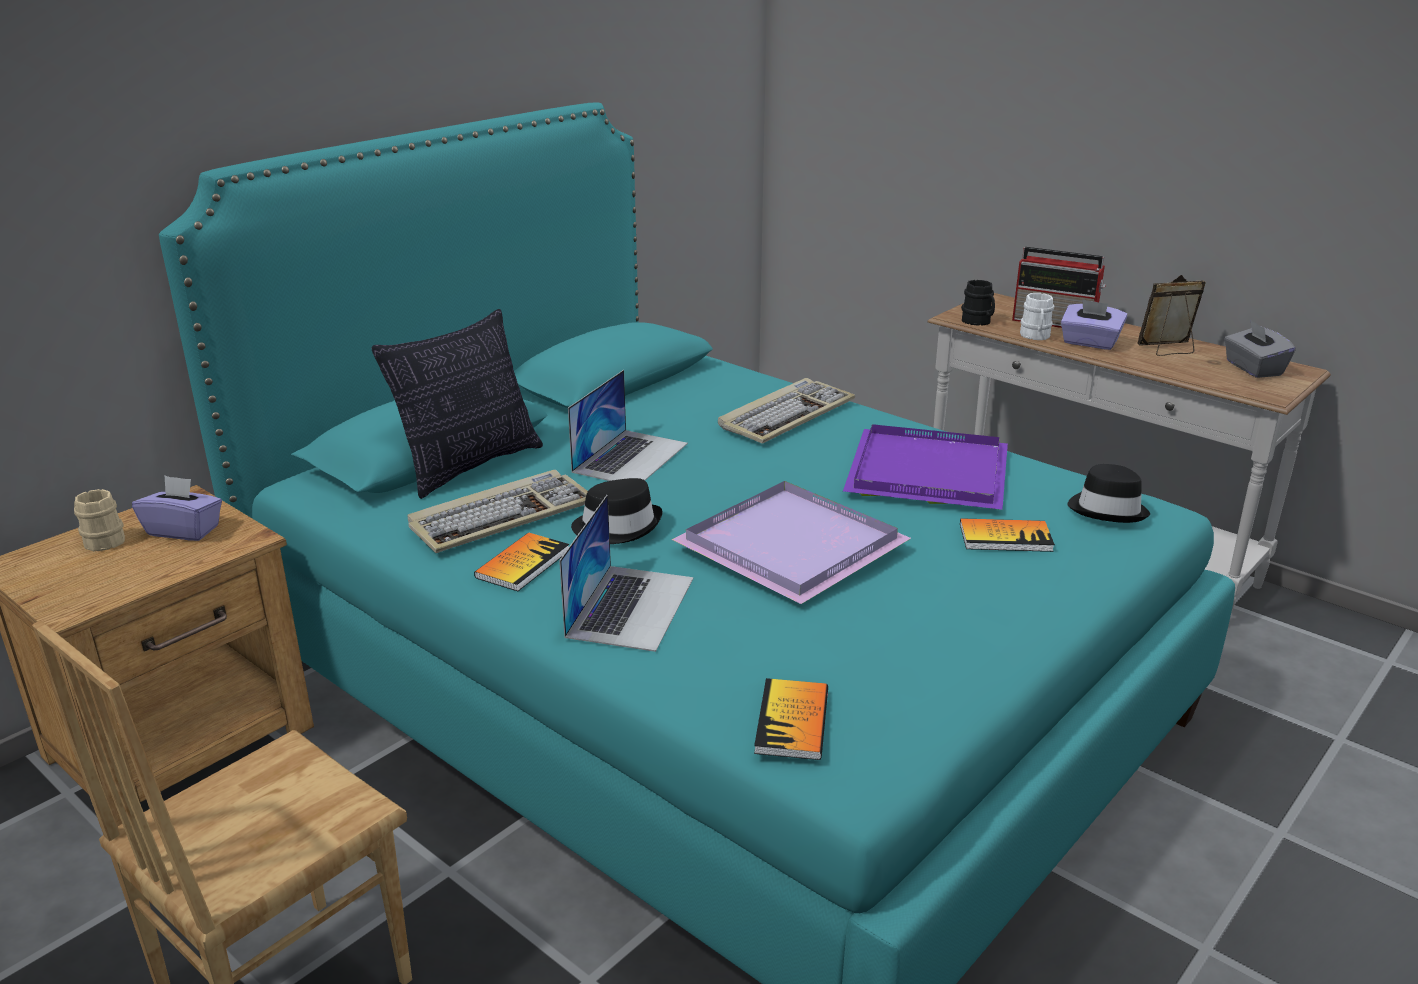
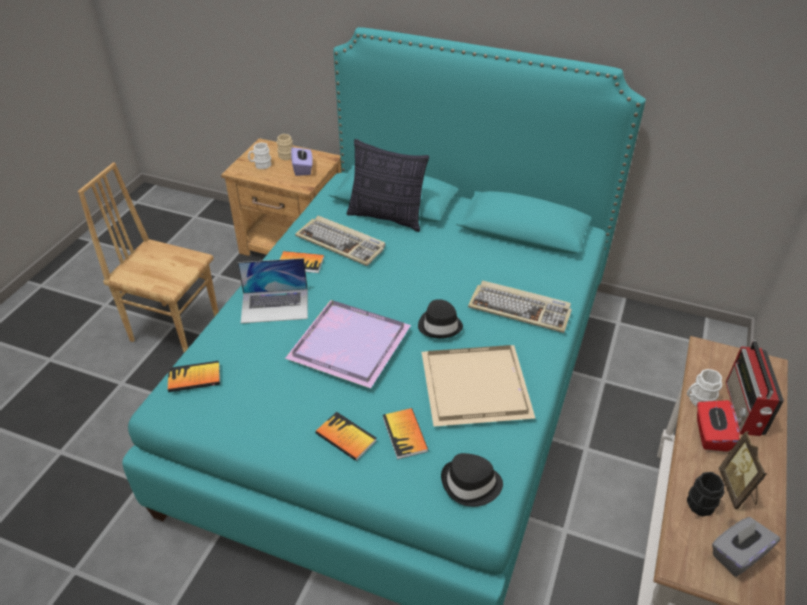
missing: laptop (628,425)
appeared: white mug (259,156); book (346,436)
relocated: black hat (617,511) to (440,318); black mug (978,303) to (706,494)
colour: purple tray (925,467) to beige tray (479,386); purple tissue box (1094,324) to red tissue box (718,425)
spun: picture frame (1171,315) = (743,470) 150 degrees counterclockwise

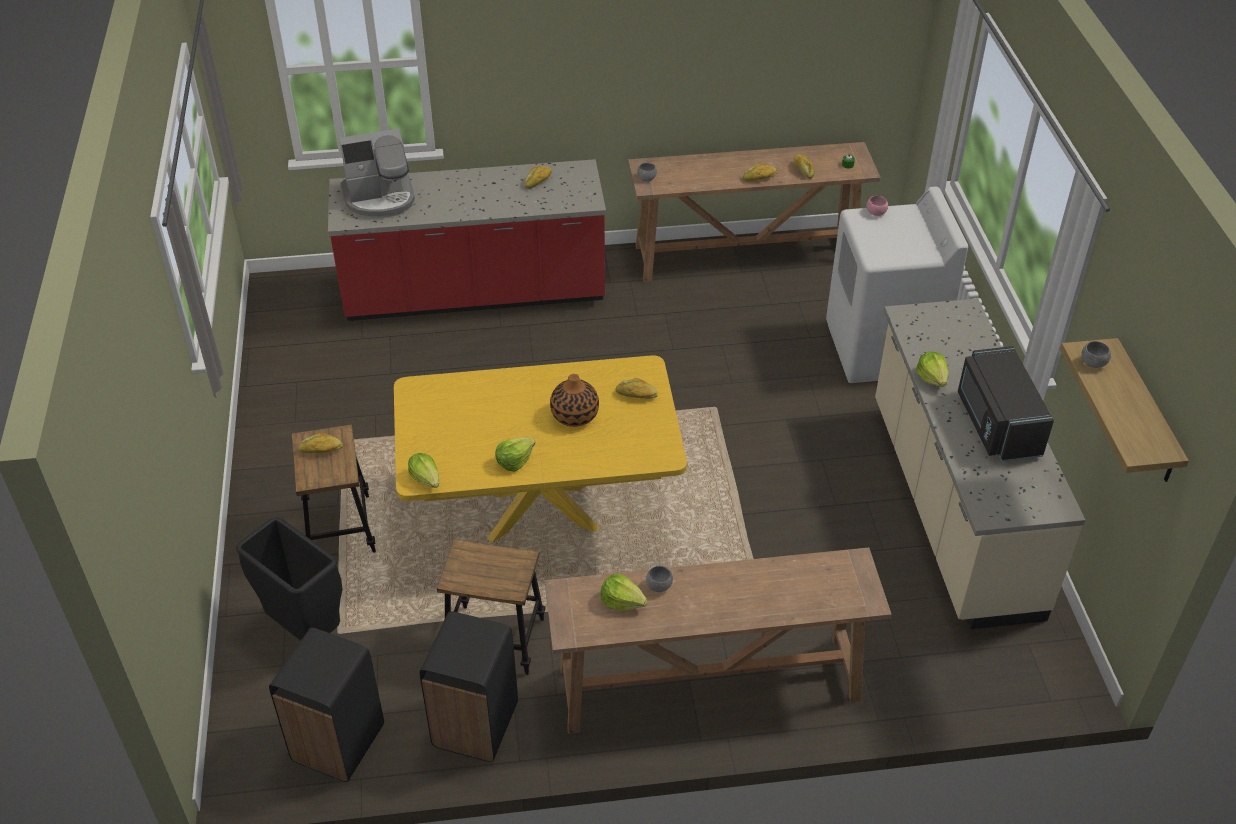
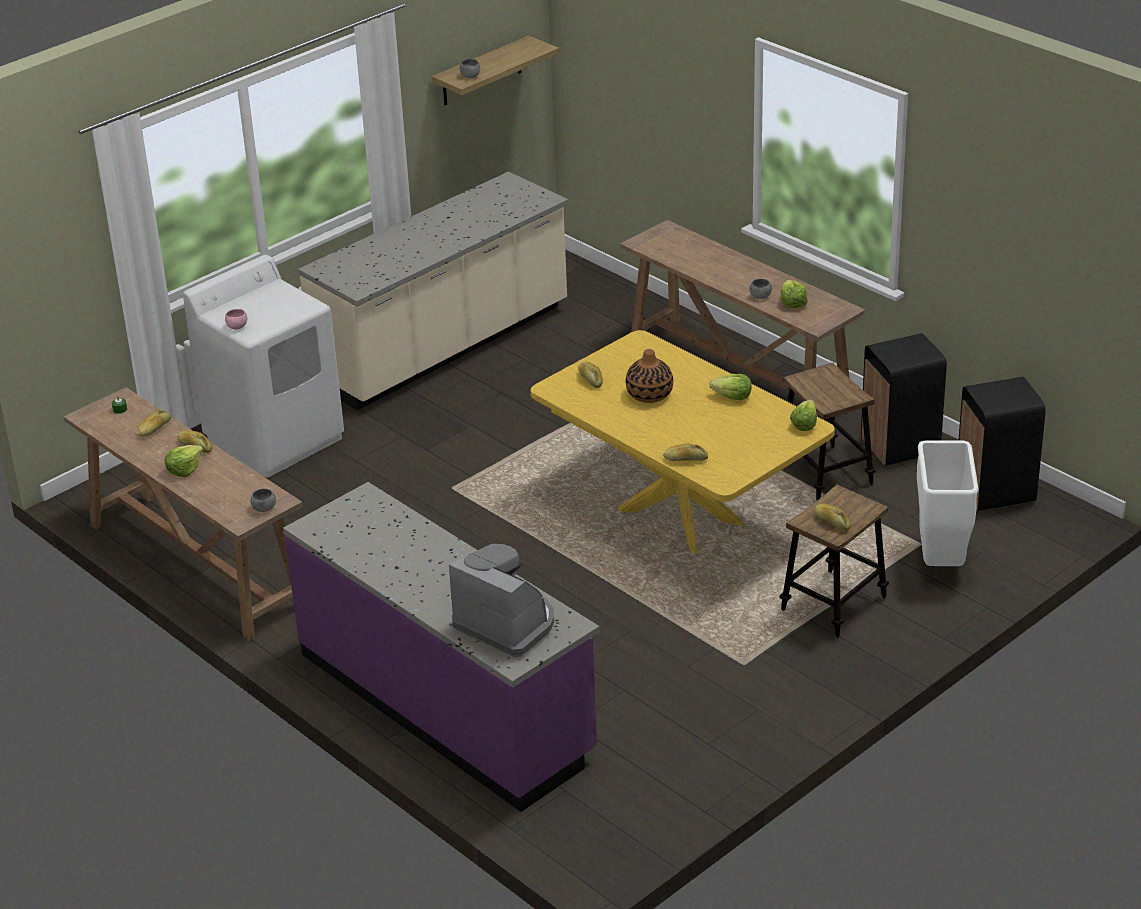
missing: black microwave (1006,404)
relocated: bread (538,177) to (685,452); lettuce (932,369) to (184,461)
colour: black trash can (289,579) to white trash can (948,503); red counter (467,240) to purple counter (441,647)

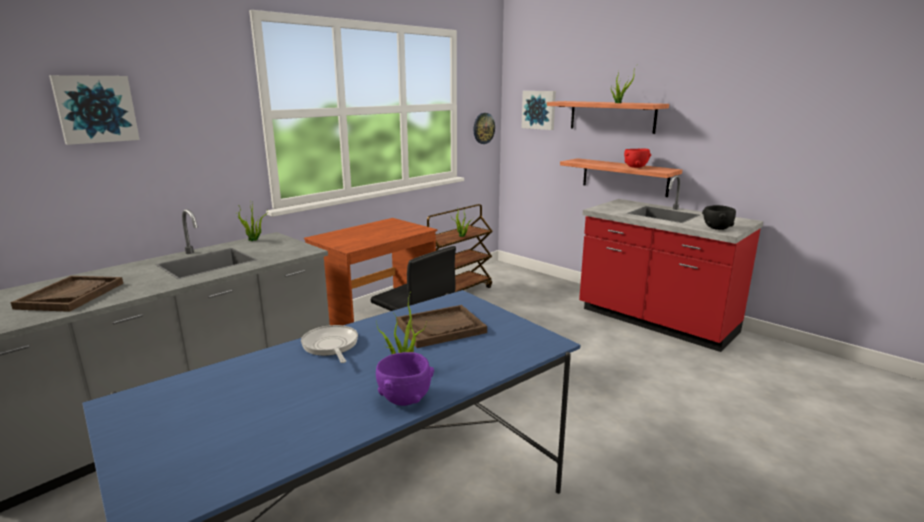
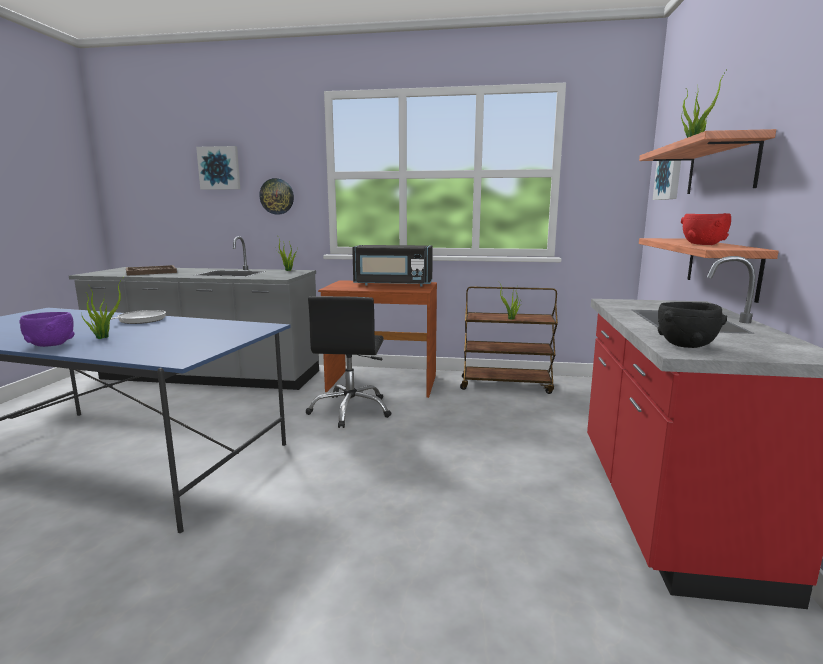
missing: brown tray (441,326)
appeared: black microwave (392,265)
relocated: wall clock (484,128) to (276,196)

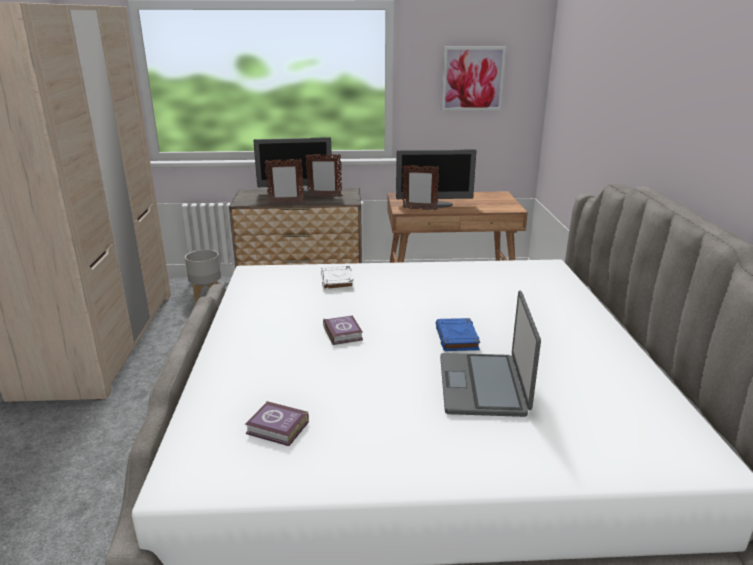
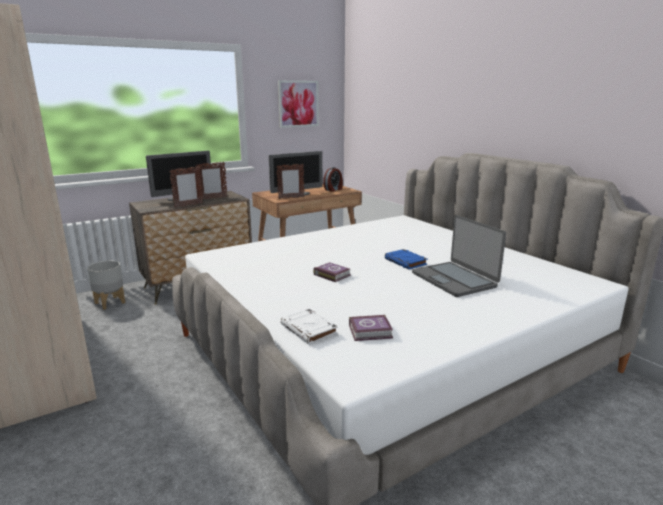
appeared: alarm clock (333,179)
relocated: white book (337,278) to (309,327)

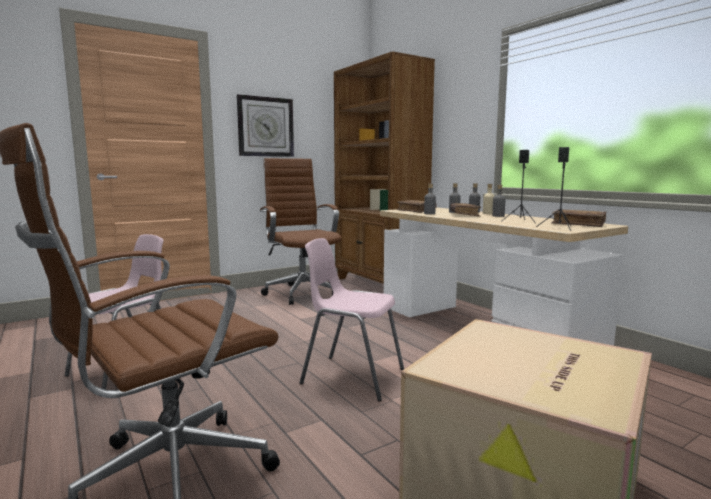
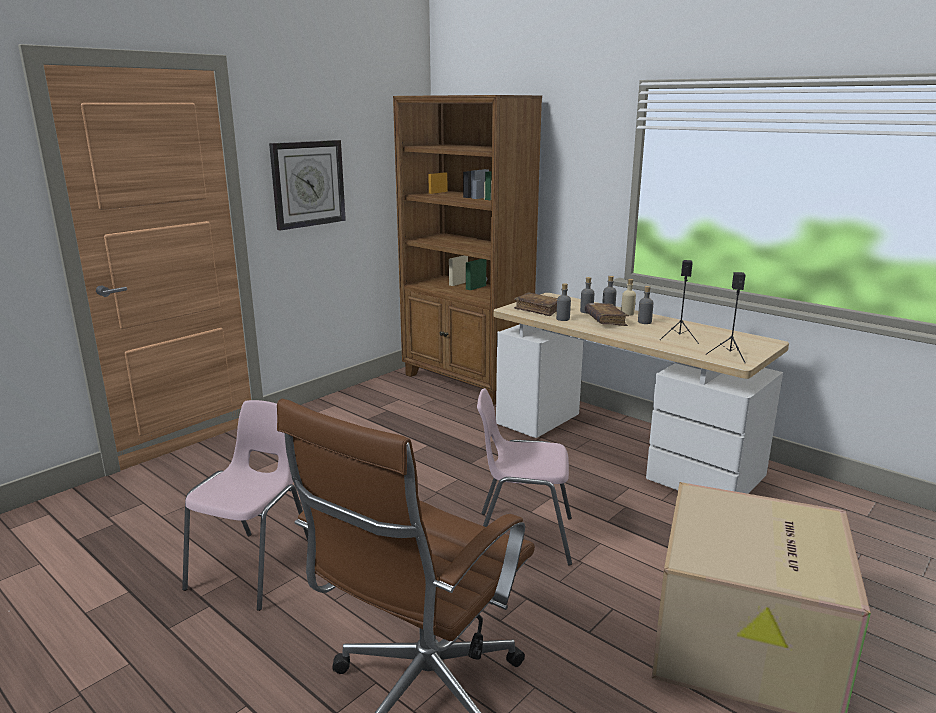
missing: brown office chair (300,231); brown book (578,218)

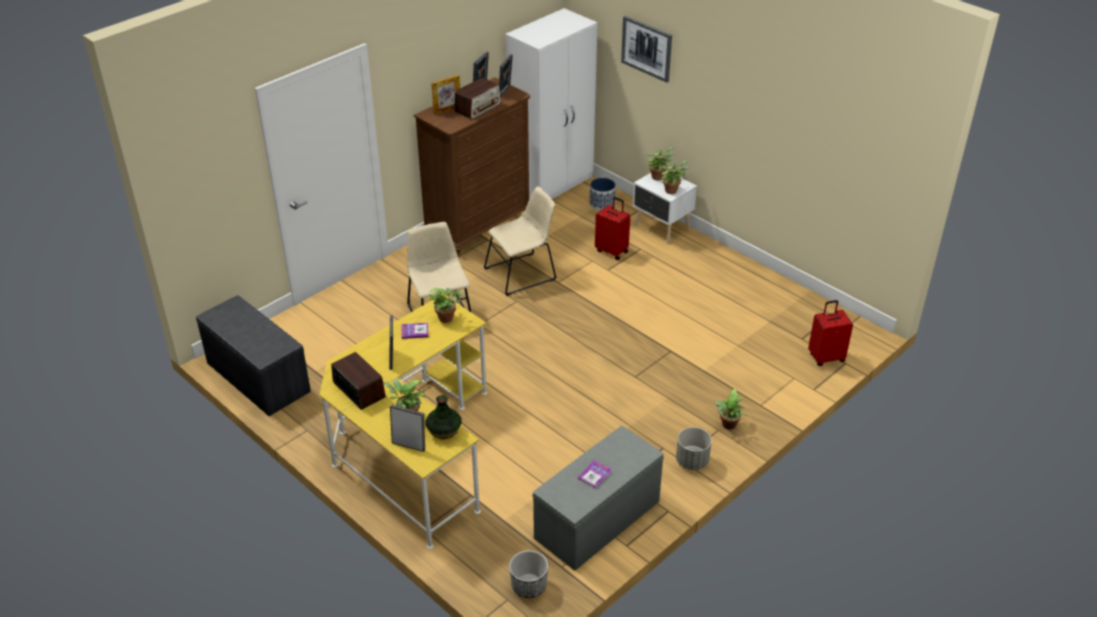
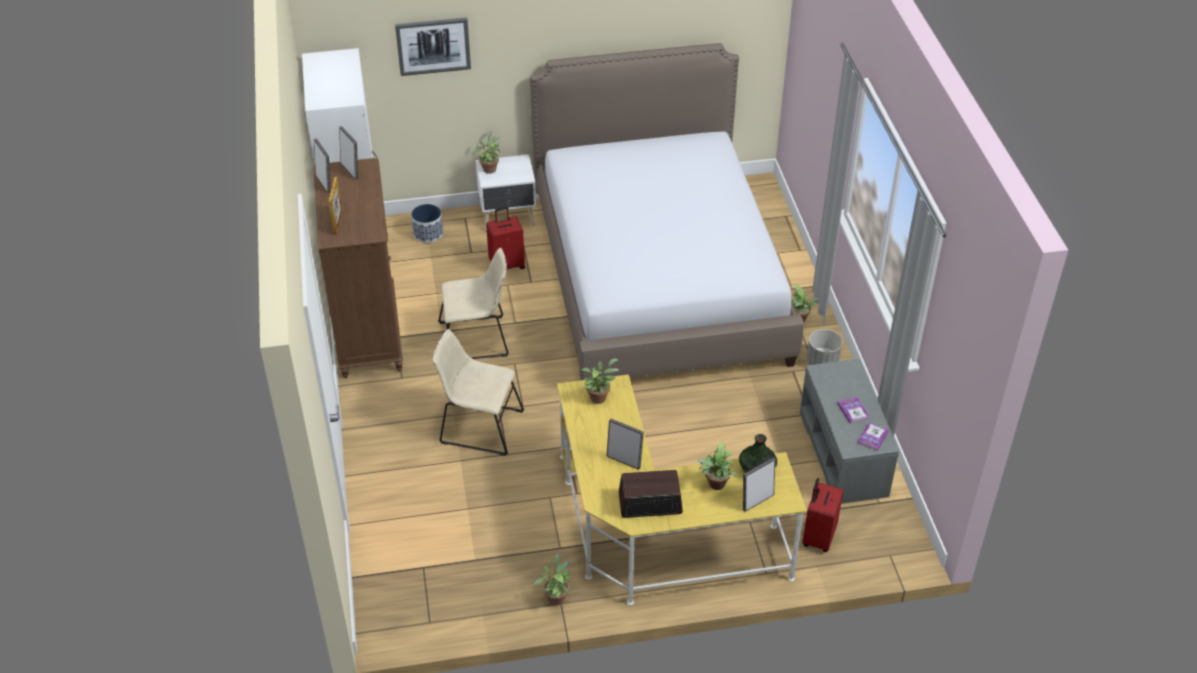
missing: grey bench (253,355); radio (477,98); planter (528,574)
appeared: bed (667,211)
relocated: book (415,330) to (873,436); potted plant (675,177) to (552,579); red suitcase (830,333) to (823,515)
spun: beige chair (520,241) = (473,303) 75 degrees clockwise

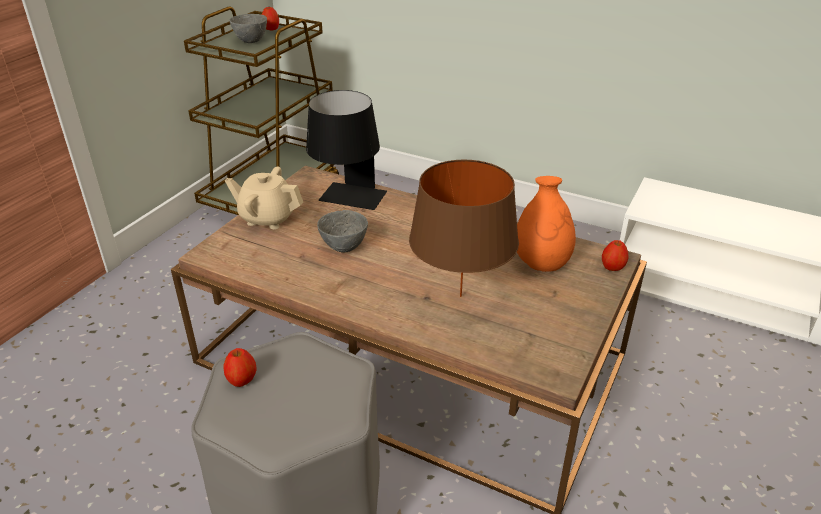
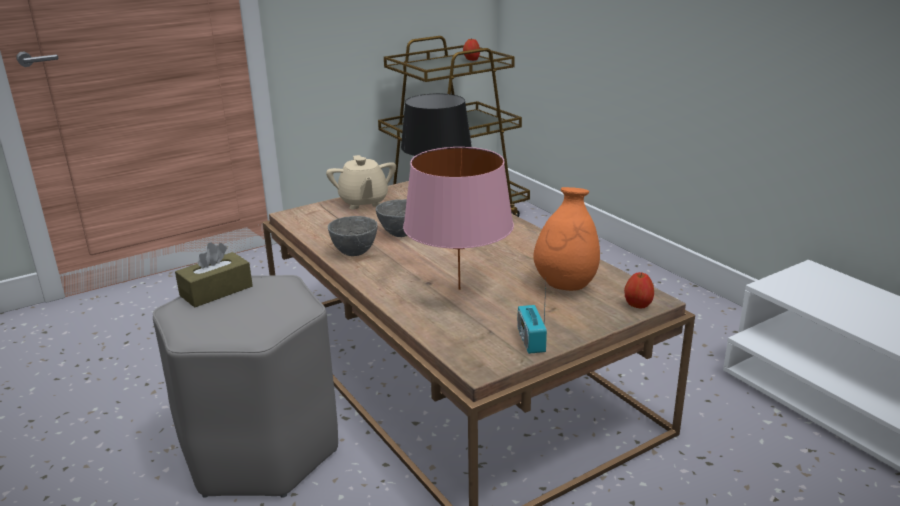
appeared: radio (532,318)
relocated: grey bowl (248,28) to (353,236)
exchanged: apple (239,367) to brown tissue box (214,274)
colour: brown table lamp (464,228) to pink table lamp (458,218)
spun: beige teapot (264,198) = (361,182) 150 degrees counterclockwise

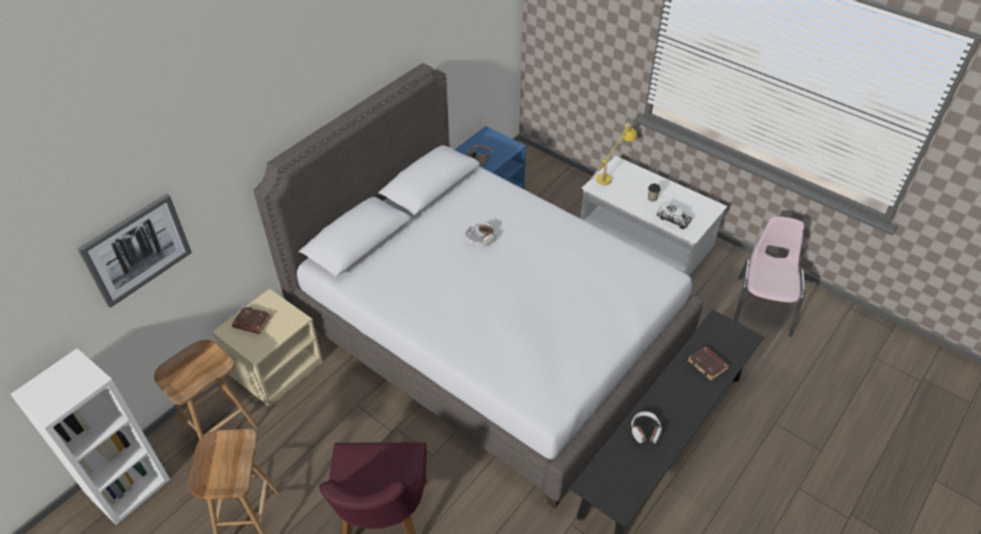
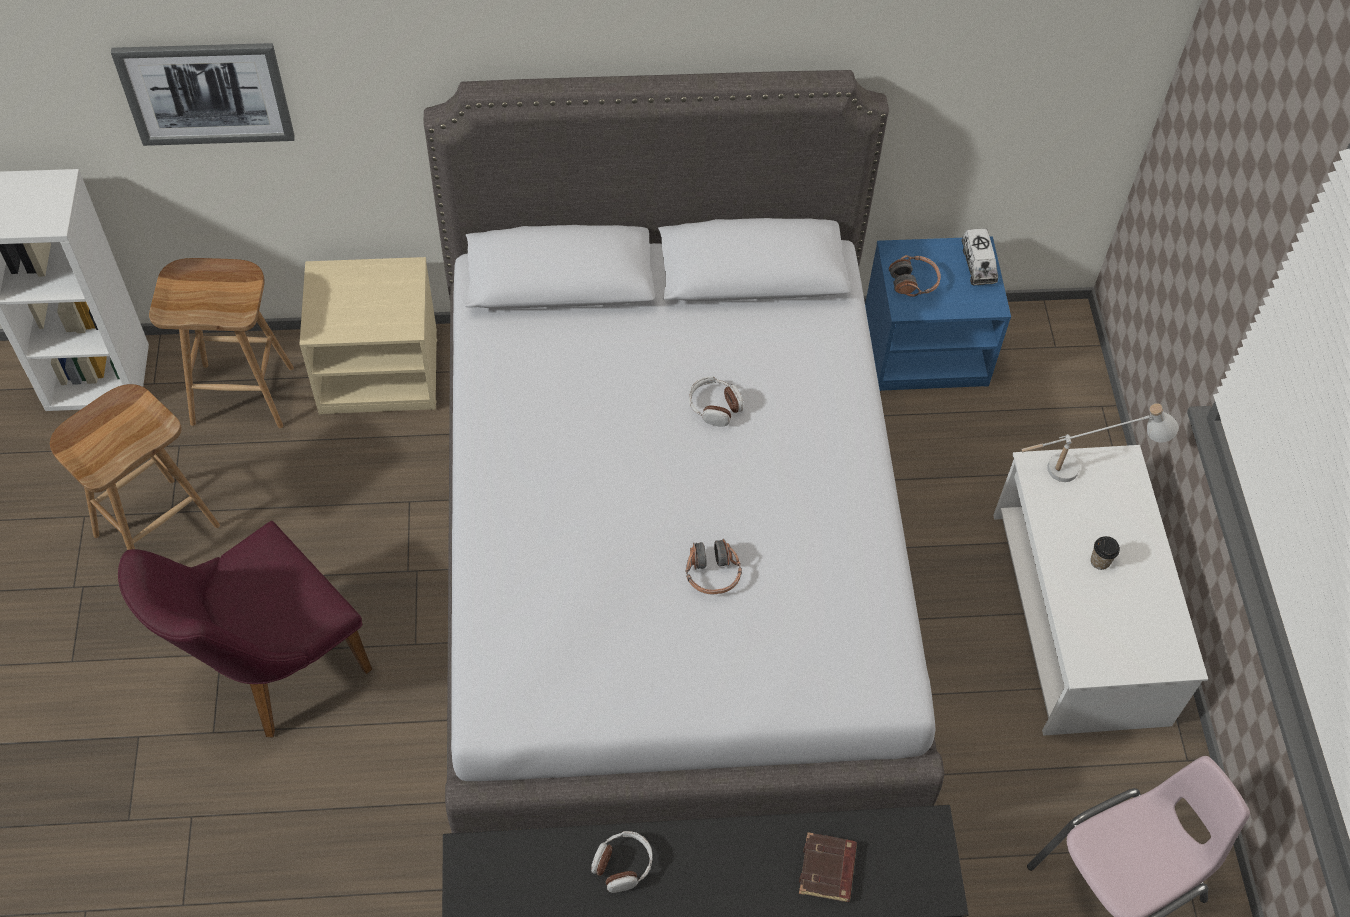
missing: brown book (251,320)
appeared: headphones (713,566)
relocated: toy truck (674,215) to (979,256)
colour: yellow table lamp (614,154) to white table lamp (1100,442)

